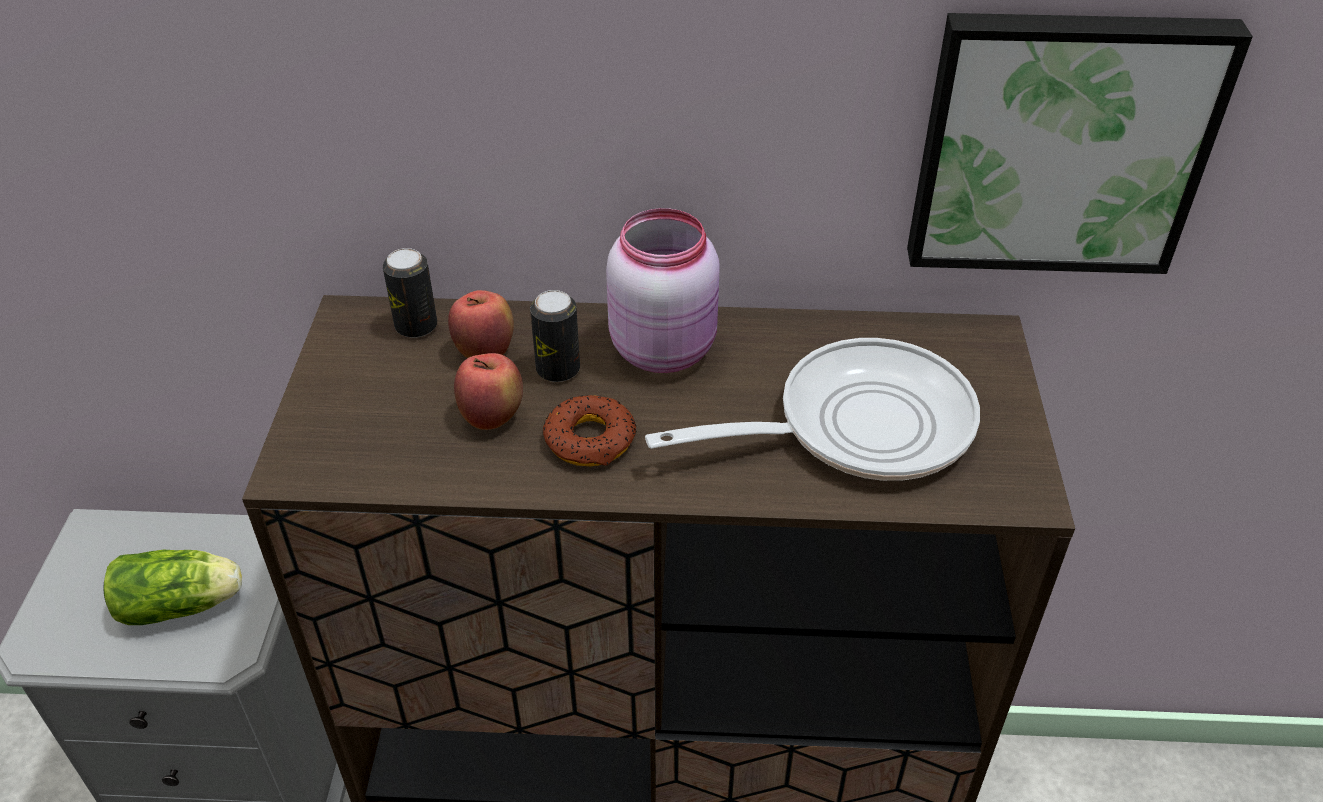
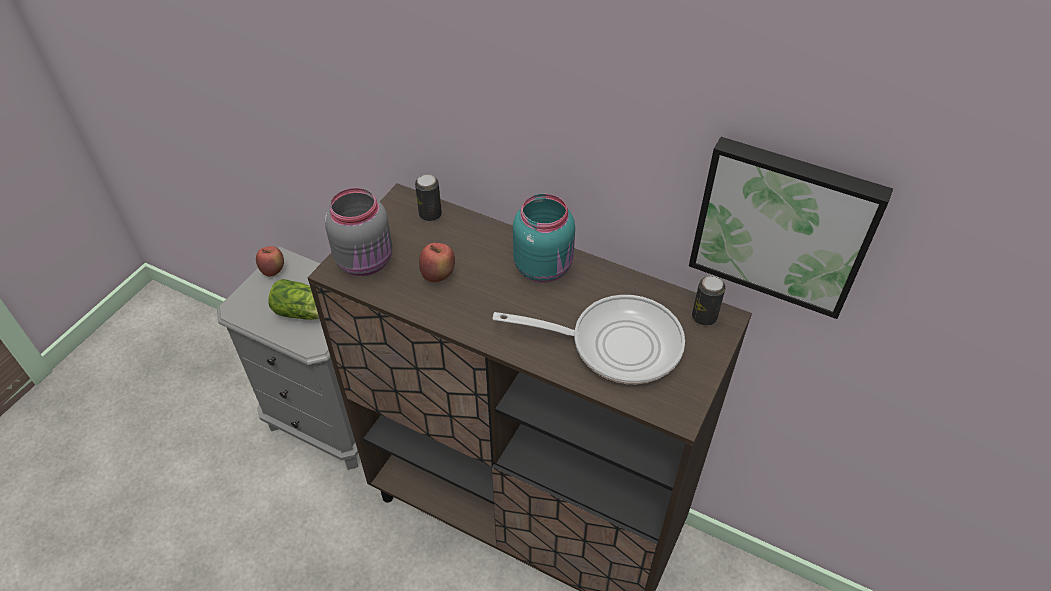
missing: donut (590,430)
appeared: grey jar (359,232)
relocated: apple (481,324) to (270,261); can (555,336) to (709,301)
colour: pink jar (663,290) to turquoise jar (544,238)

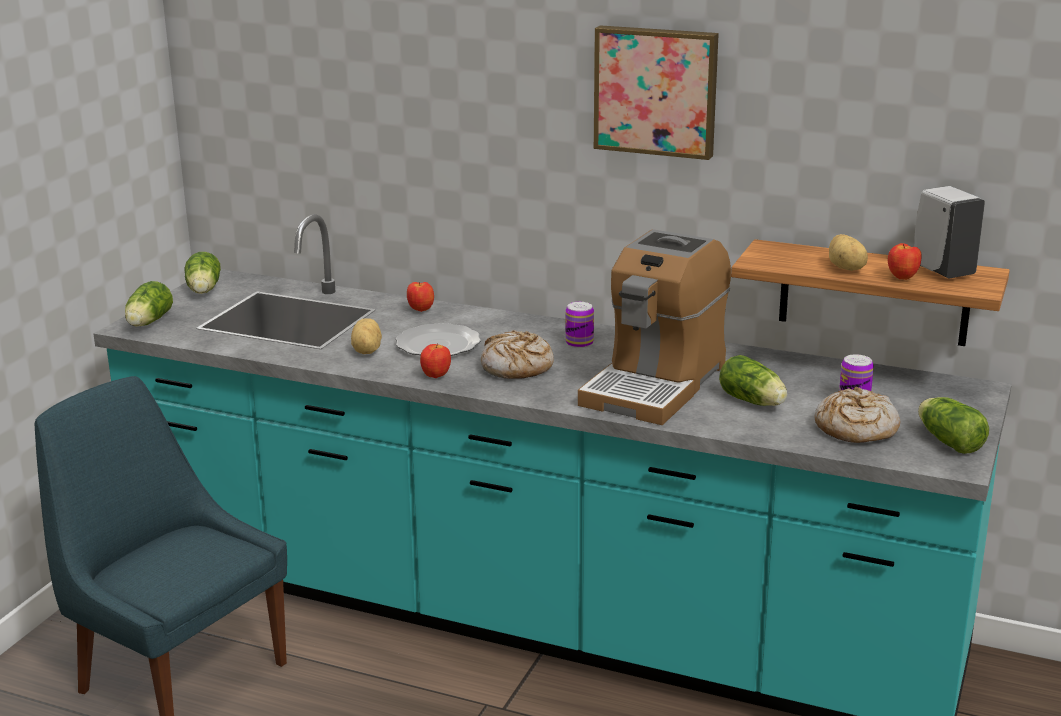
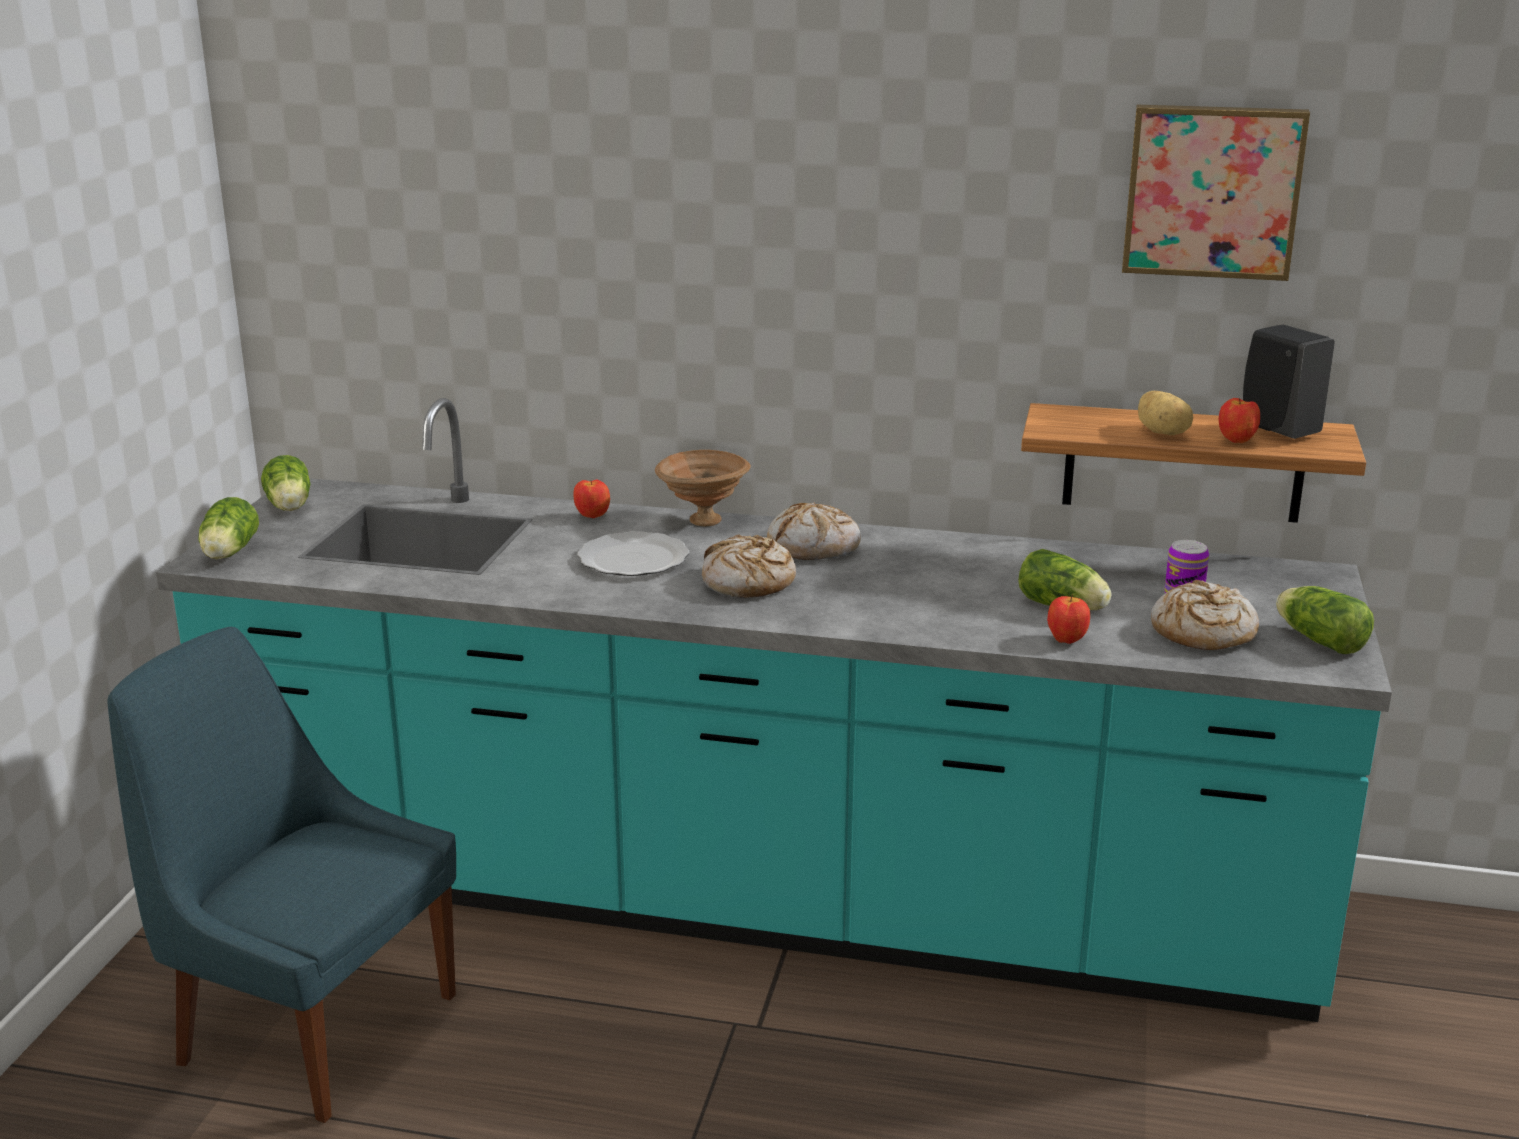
missing: potato (366,336); coffee machine (654,327)
appeared: brown bowl (703,488)
relocated: apple (435,360) to (1068,619); picture (656,92) to (1216,193)
exchanged: can (579,325) to bread (814,531)
colour: white soap dispenser (949,232) to black soap dispenser (1289,382)

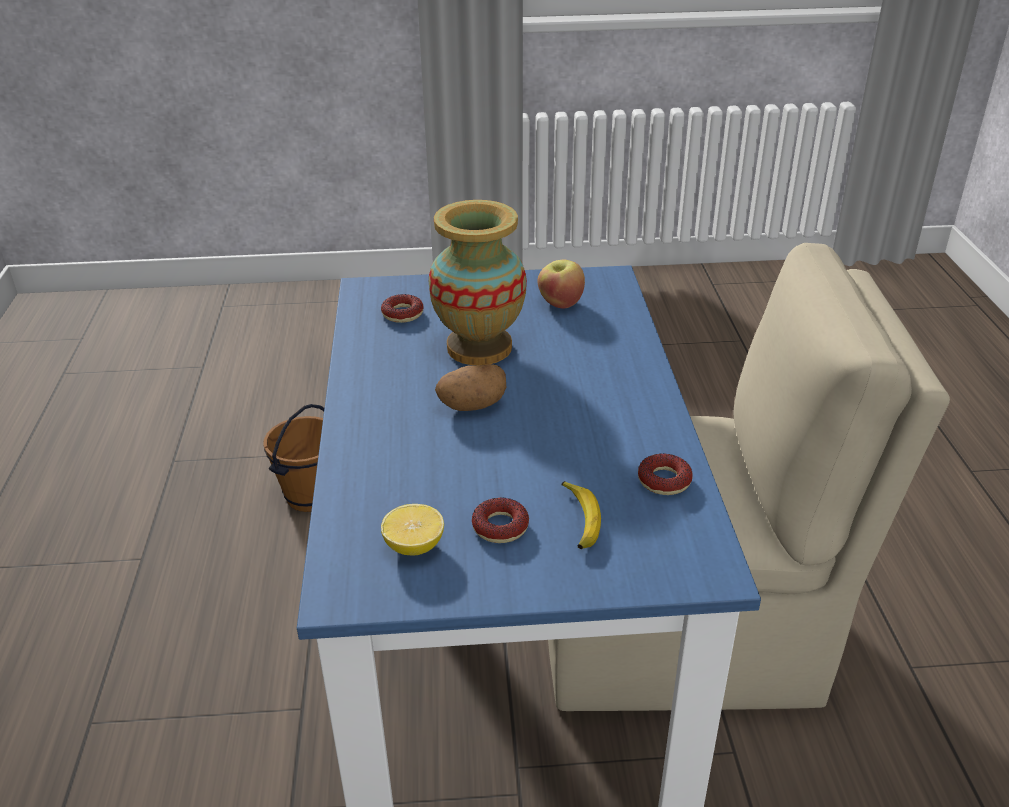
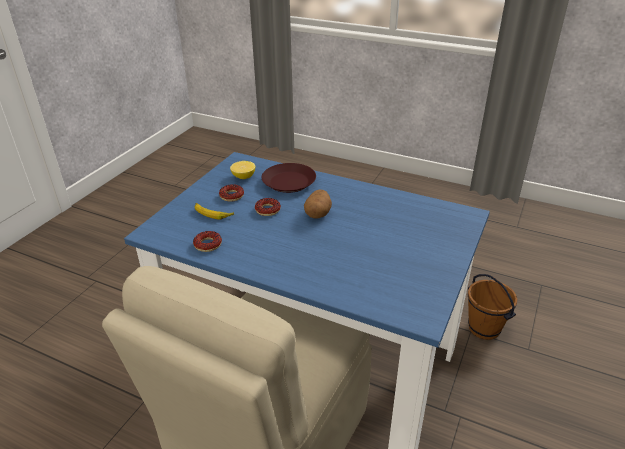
missing: vase (478,282); apple (561,284)
appeared: brown plate (289,178)
relocated: donut (402,308) to (268,207)

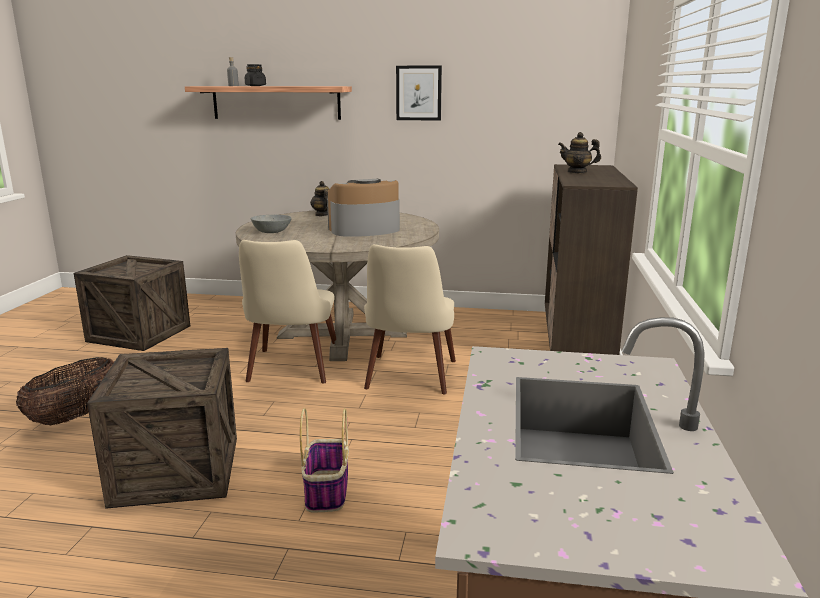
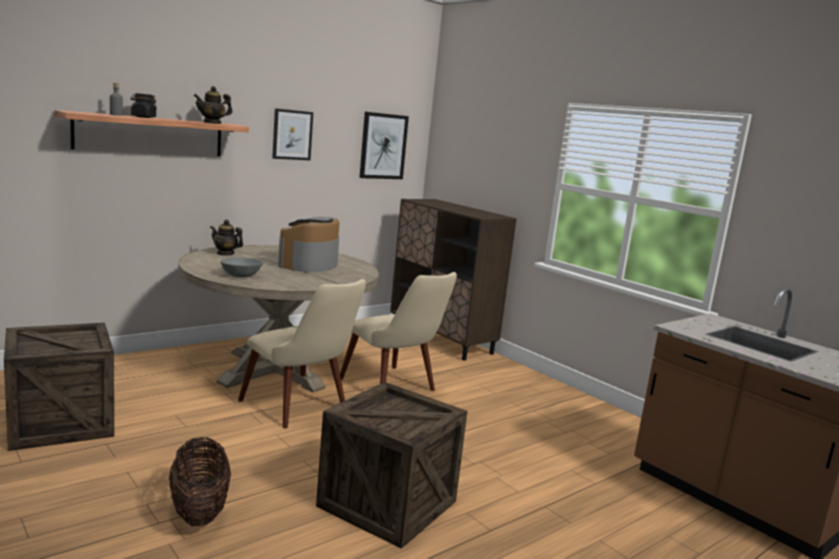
missing: basket (324,460)
appeared: picture (384,145)
relocated: teapot (579,152) to (213,105)

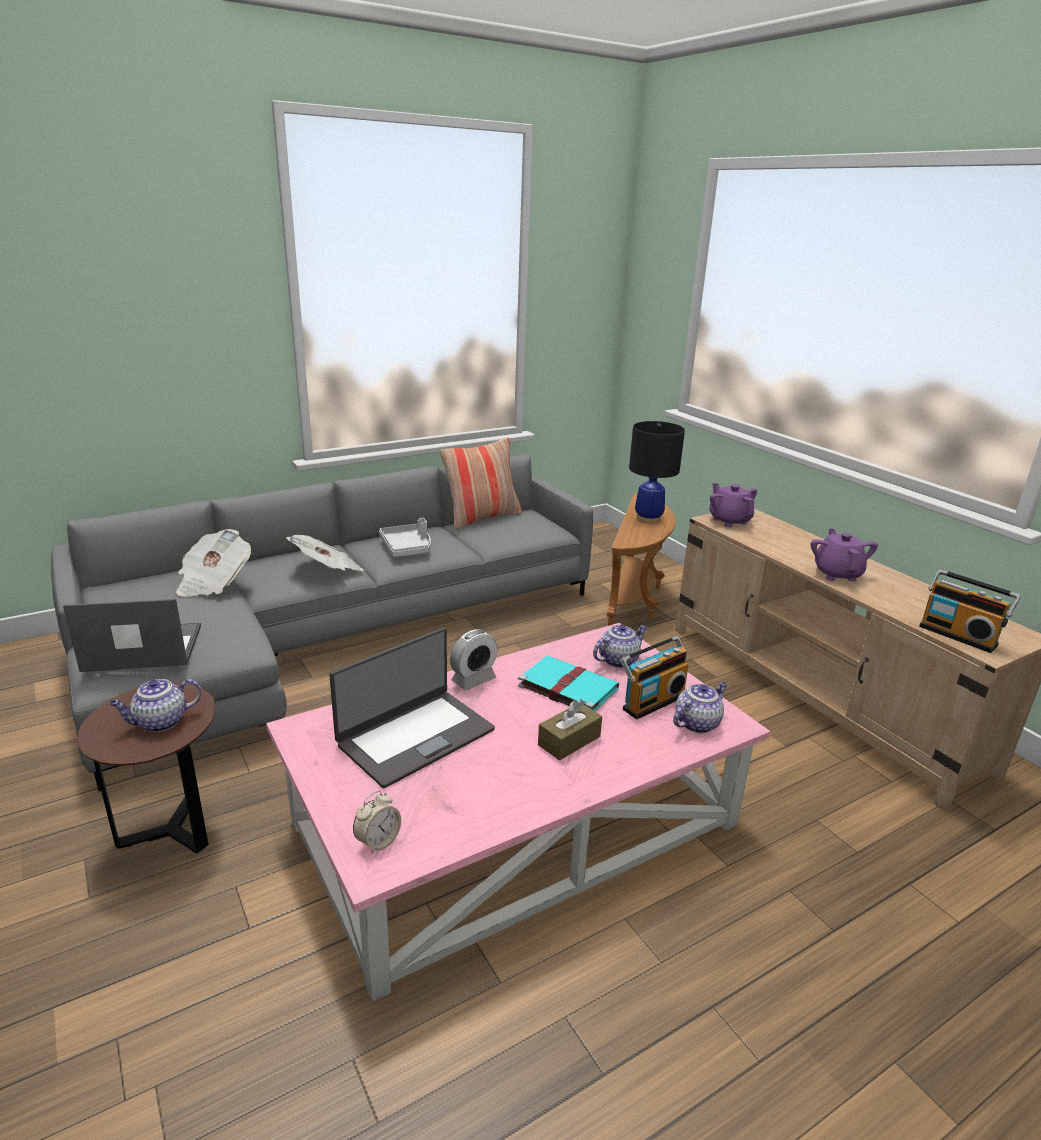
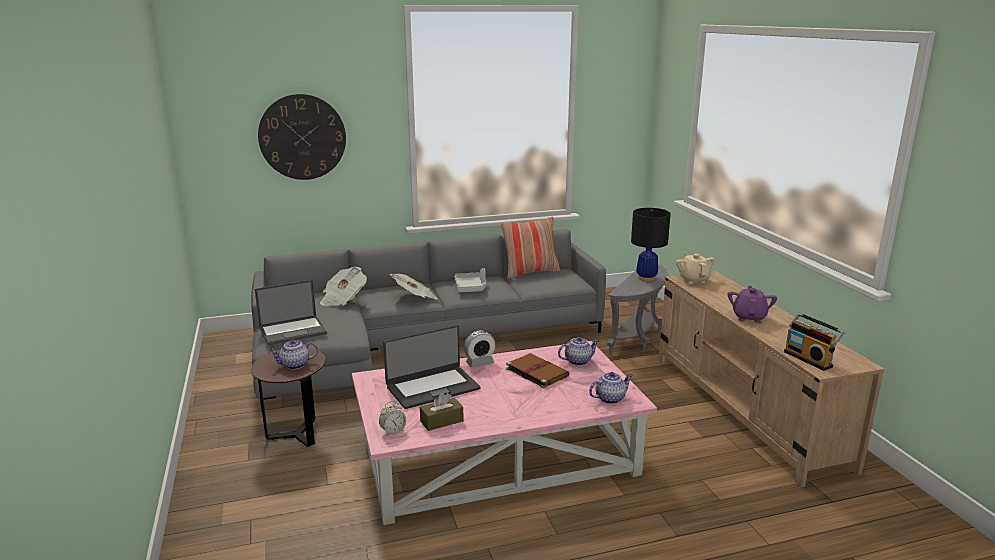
missing: radio (654,677)
appeared: wall clock (302,137)
relocated: brown tissue box (570,729) to (442,412)
colour: turquoise book (568,683) to brown book (538,371); brown side table (641,559) to grey side table (637,309); purple teapot (733,505) to beige teapot (695,268)
spun: laptop (132,635) = (291,312) 150 degrees clockwise

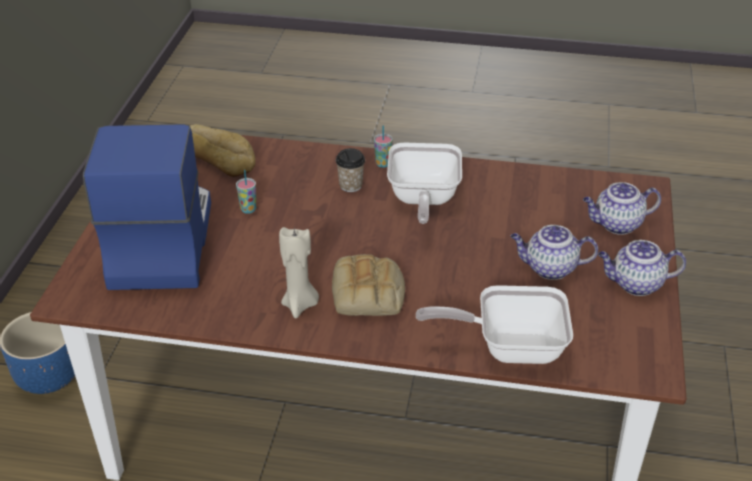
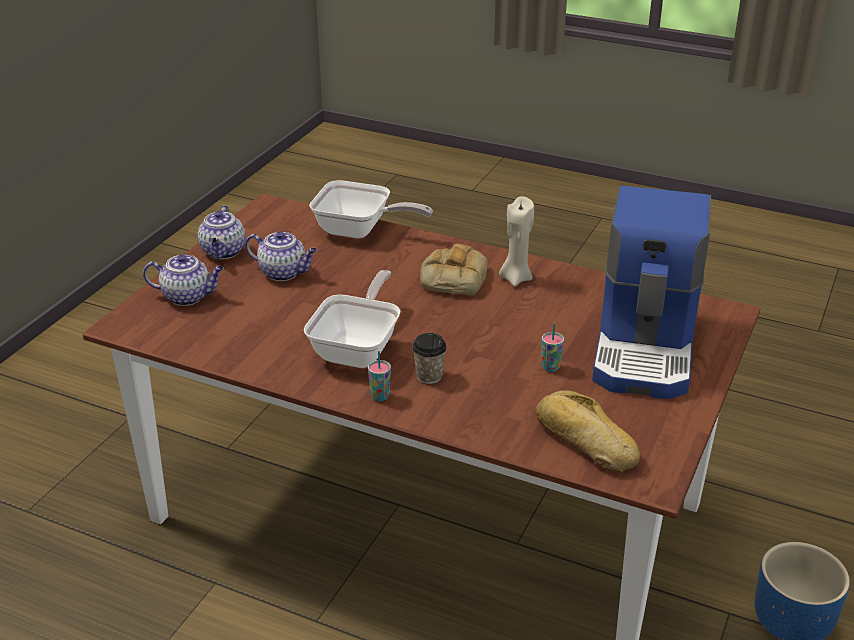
spun: teapot (642,268) = (222,232) 75 degrees clockwise

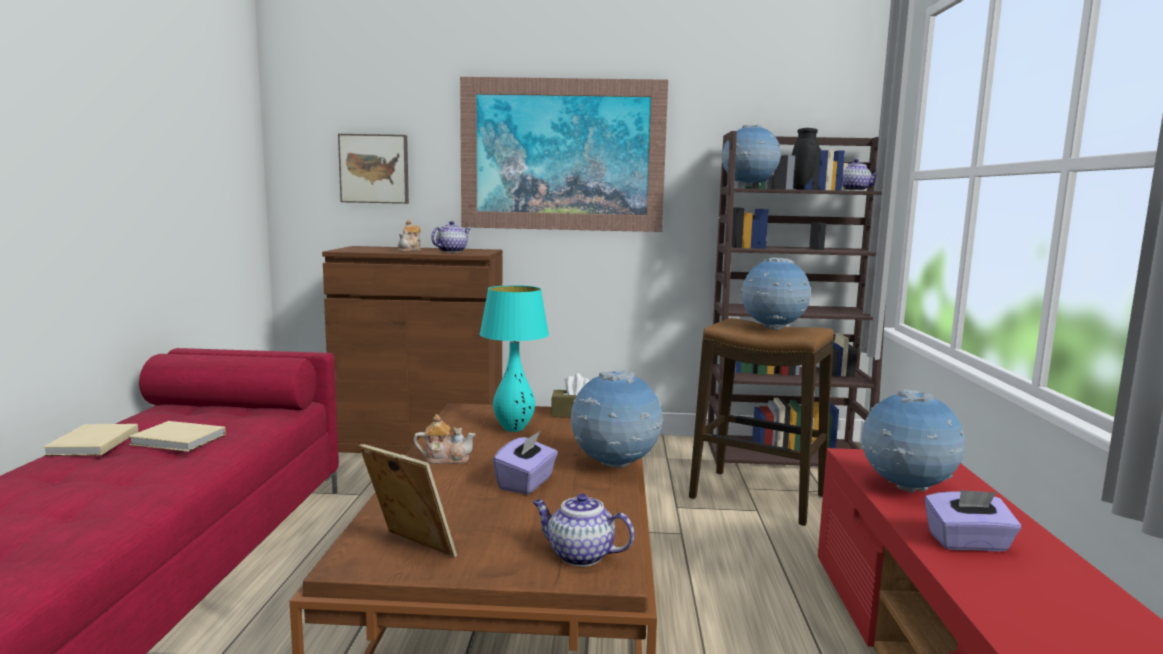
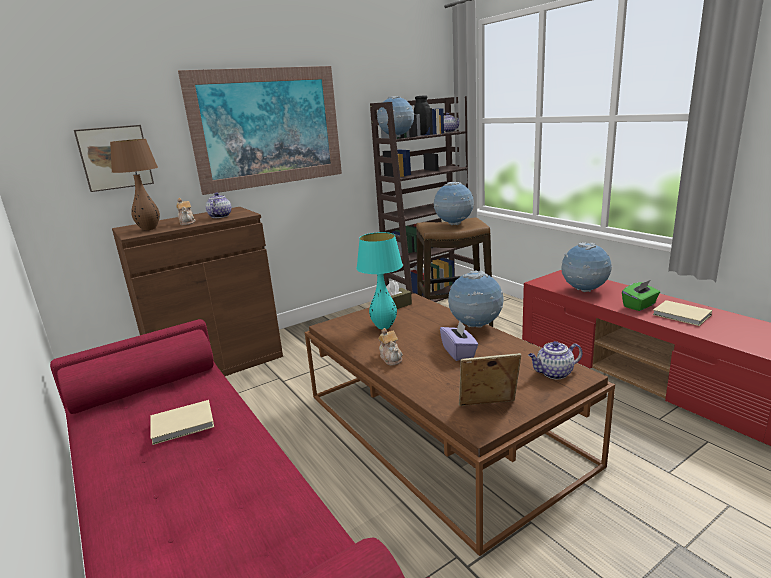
appeared: brown table lamp (135,184)
relocated: beige book (90,440) to (682,313)
colour: purple tissue box (973,520) to green tissue box (641,295)
spun: teapot (445,439) = (390,347) 105 degrees clockwise

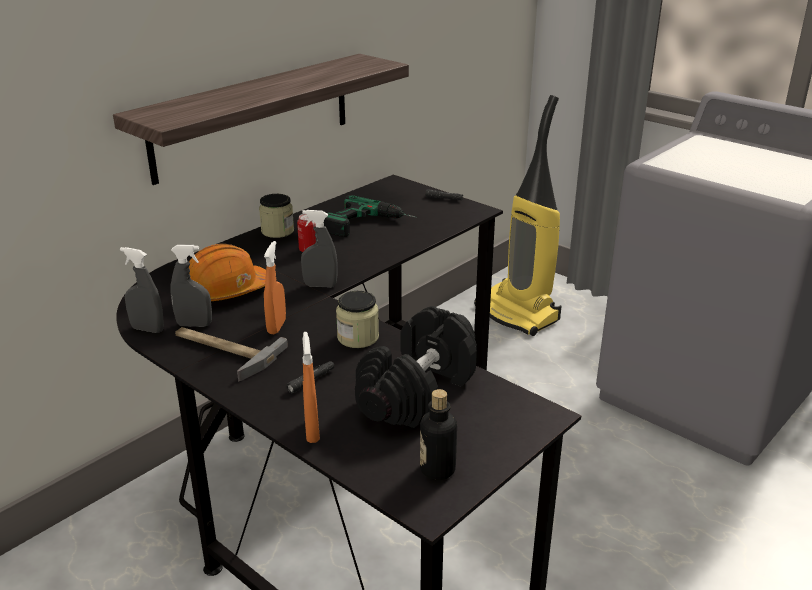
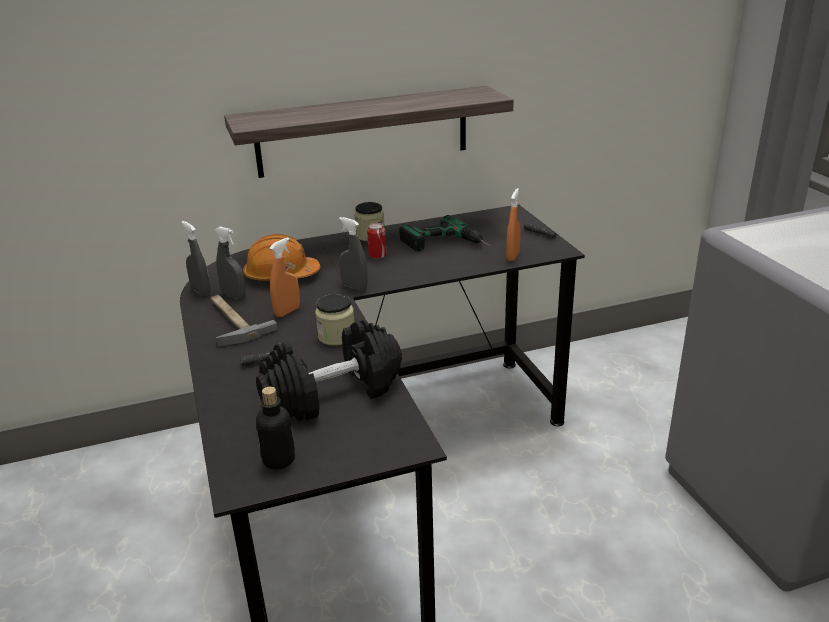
missing: vacuum cleaner (517,215)
relocated: orange spray bottle (311,387) to (513,224)

